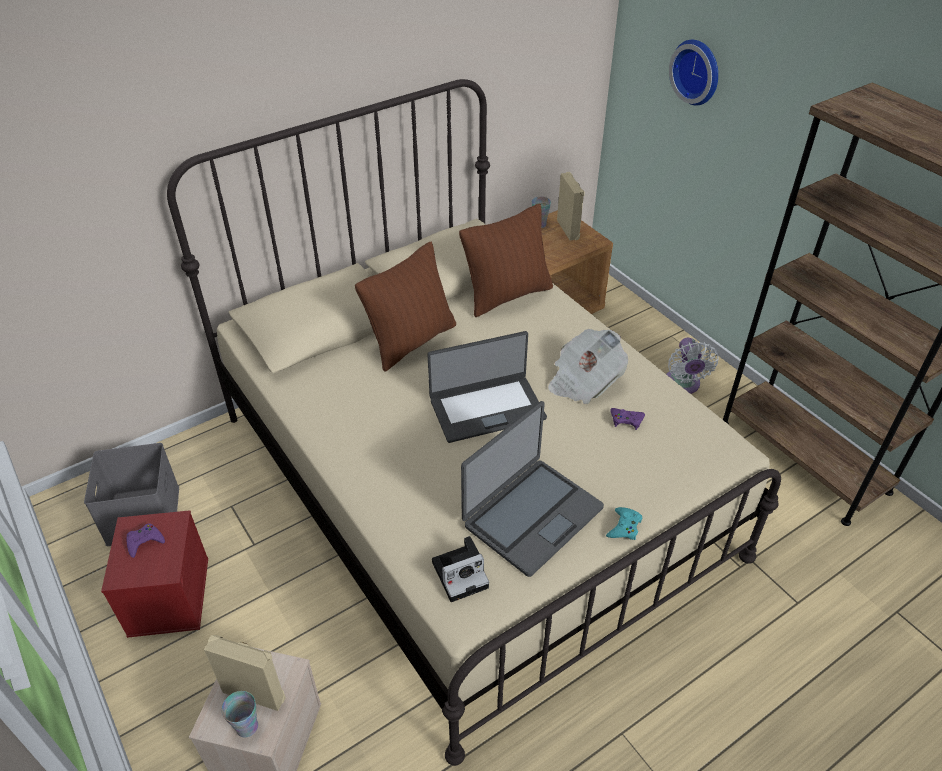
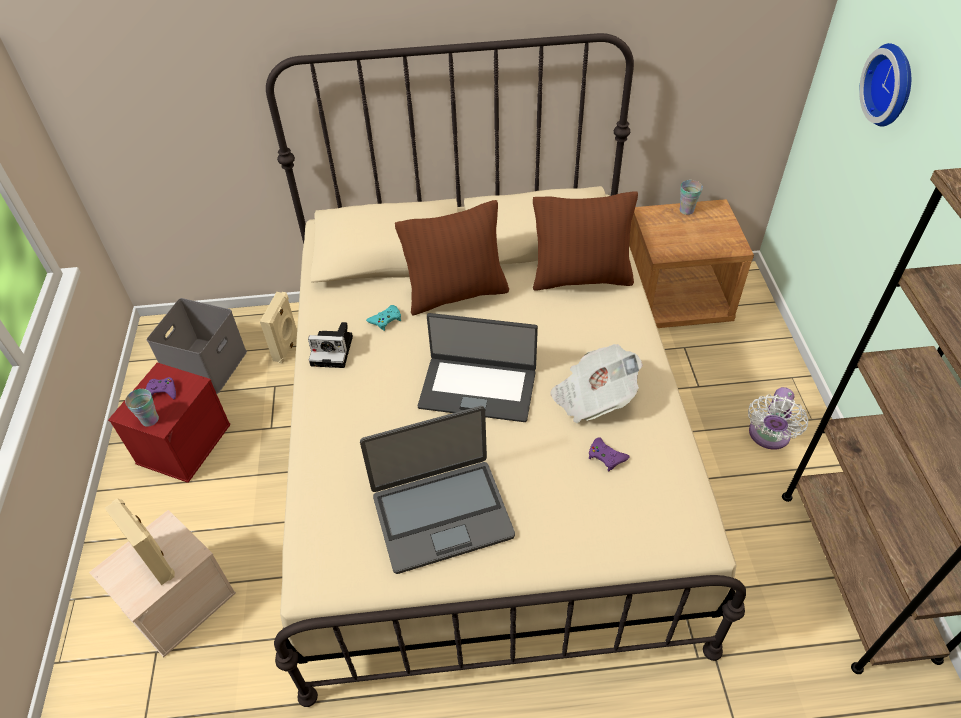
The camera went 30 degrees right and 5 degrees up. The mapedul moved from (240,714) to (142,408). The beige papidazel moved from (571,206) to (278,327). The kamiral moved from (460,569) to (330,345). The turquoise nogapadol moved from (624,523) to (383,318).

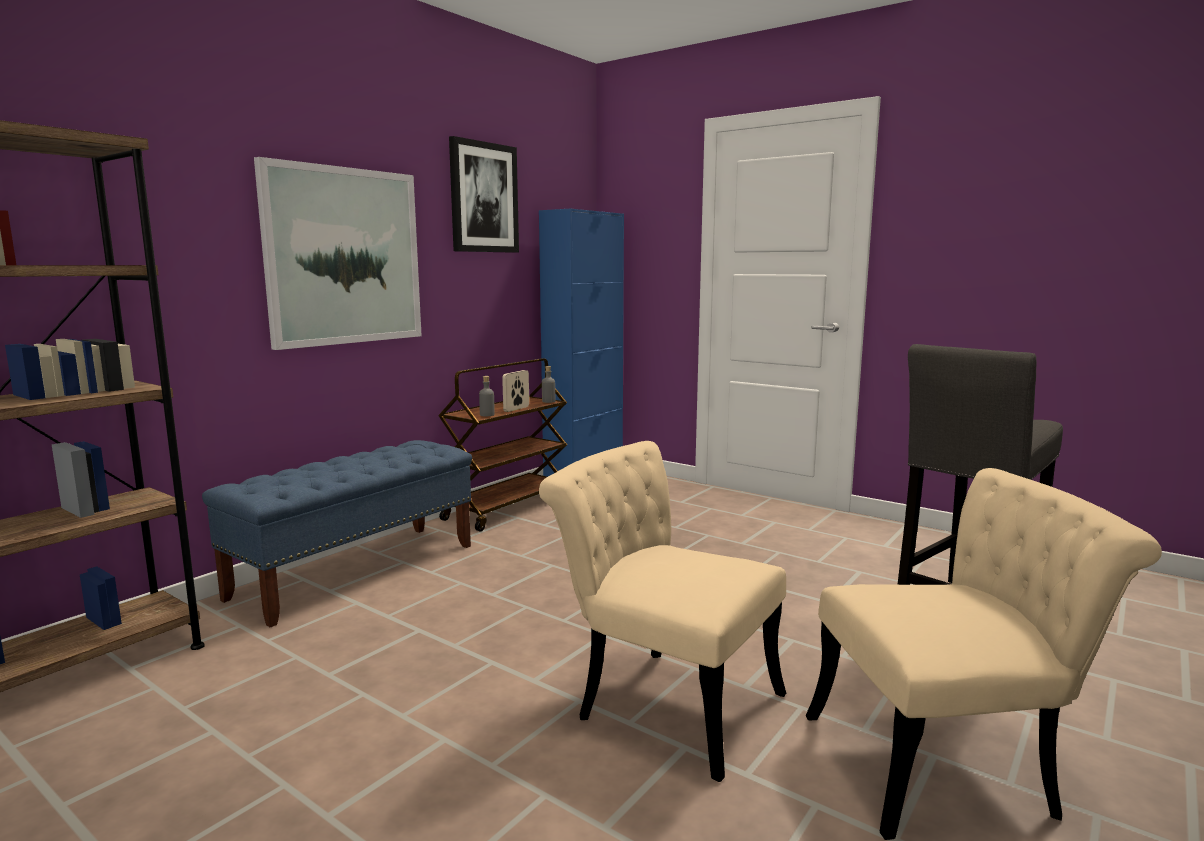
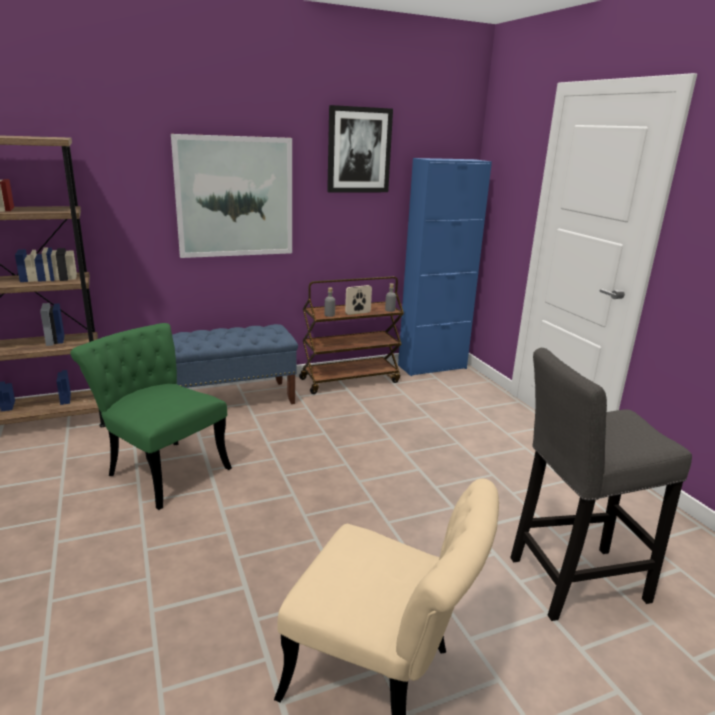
The camera went 30 degrees right and 10 degrees up. The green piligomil at (151,416) appeared. The beige piligomil at (662,611) disappeared.

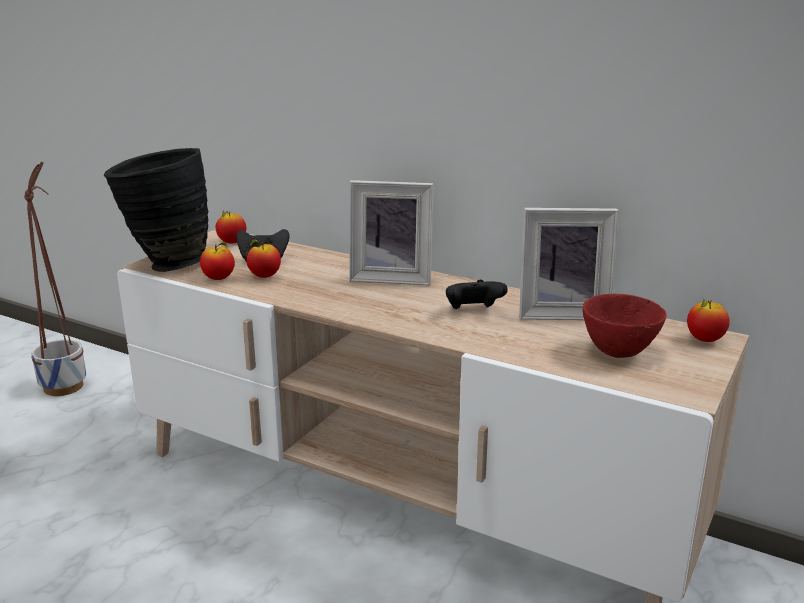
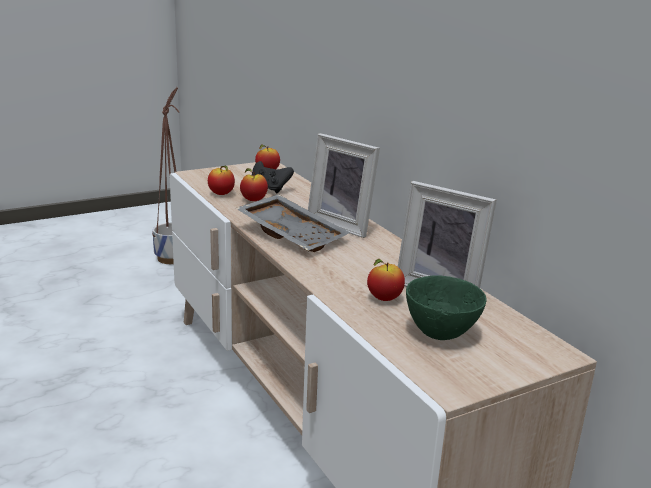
The camera went 30 degrees right and 0 degrees up. The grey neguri at (293,223) appeared. The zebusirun moved from (708,320) to (386,280). The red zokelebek at (624,325) became the green zokelebek at (446,307). The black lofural at (156,210) disappeared. The black nogapadol at (477,294) disappeared.

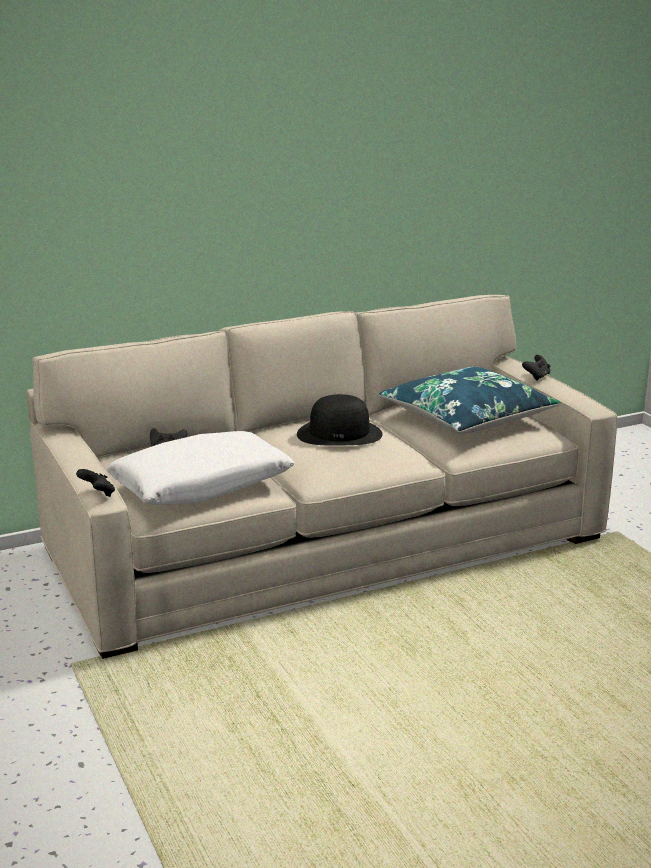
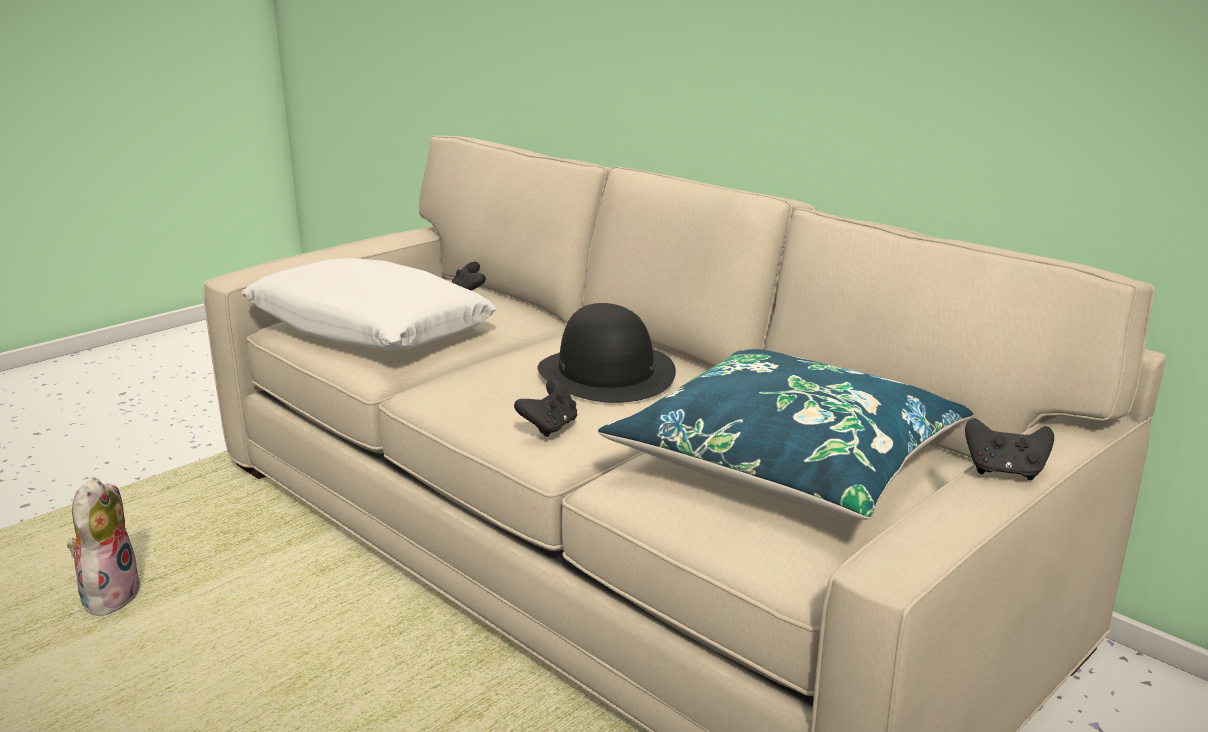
The camera went 70 degrees right and 0 degrees up. The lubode at (103,546) appeared. The black nogapadol moved from (95,483) to (545,408).

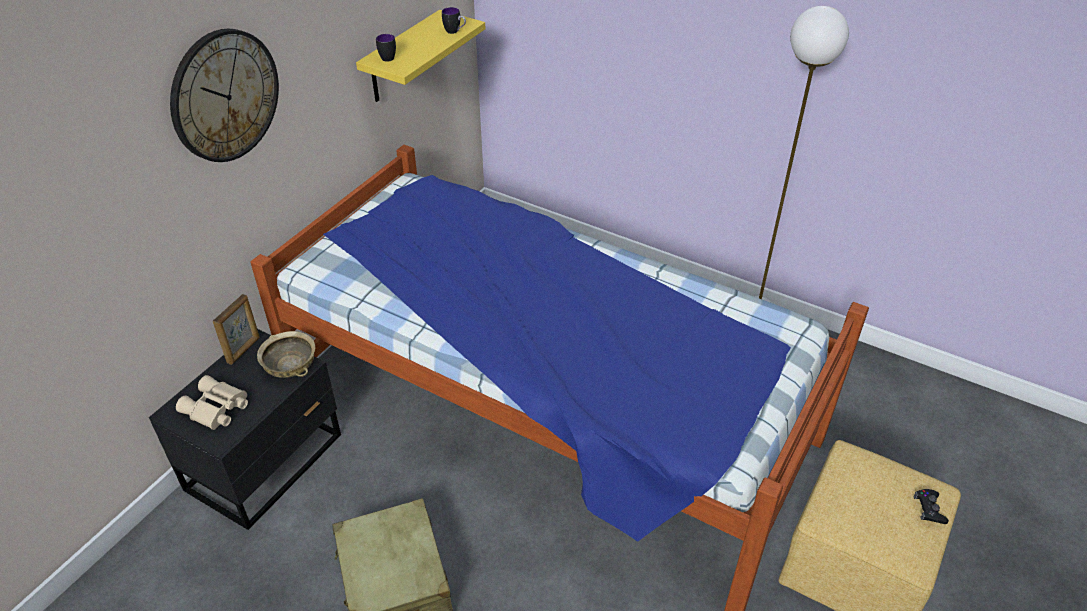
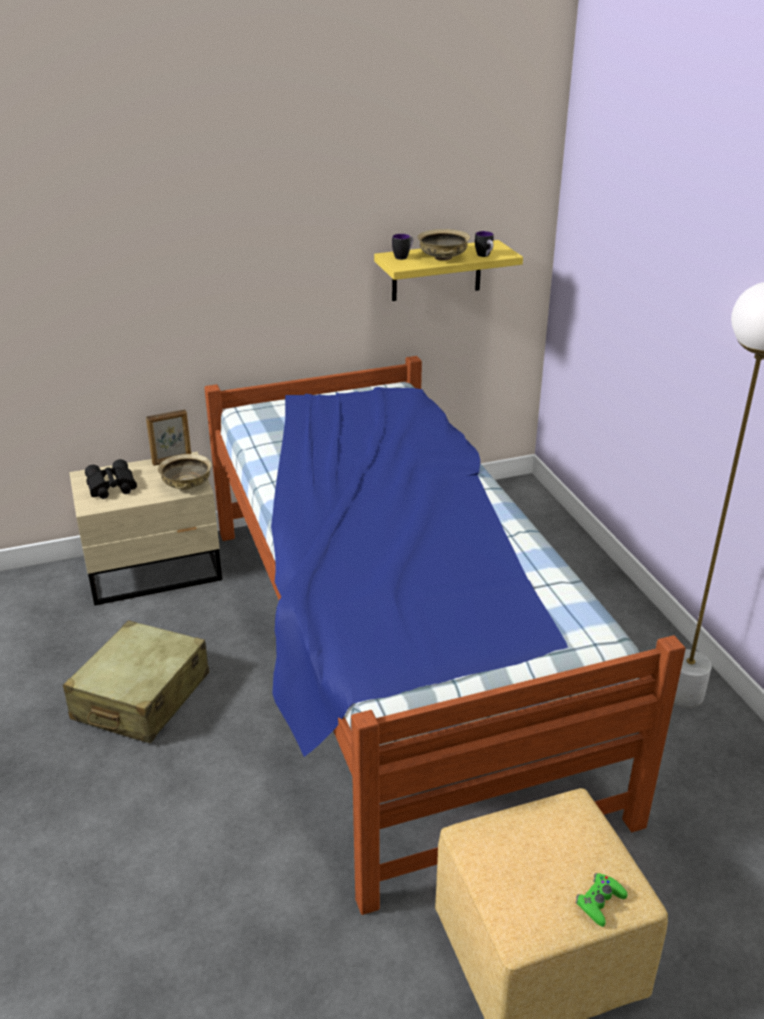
The camera went 40 degrees right and 10 degrees down. The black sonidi at (245,429) became the beige sonidi at (145,529). The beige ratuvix at (212,402) became the black ratuvix at (111,479). The beige zokelebek at (443,245) appeared. The black nogapadol at (931,506) became the green nogapadol at (602,900). The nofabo at (224,95) disappeared.

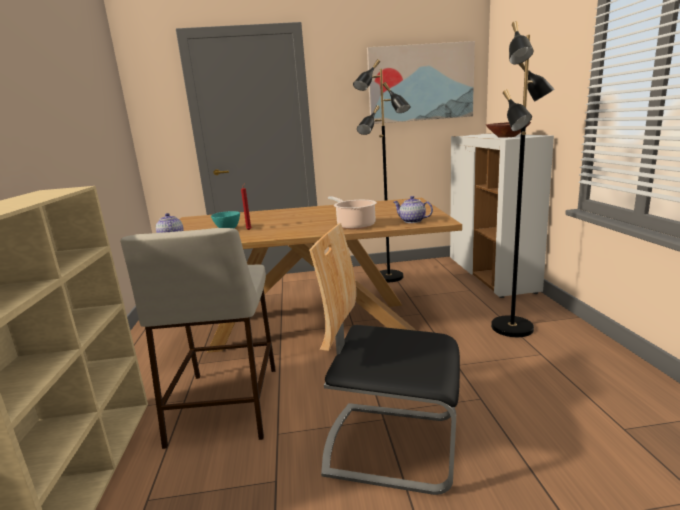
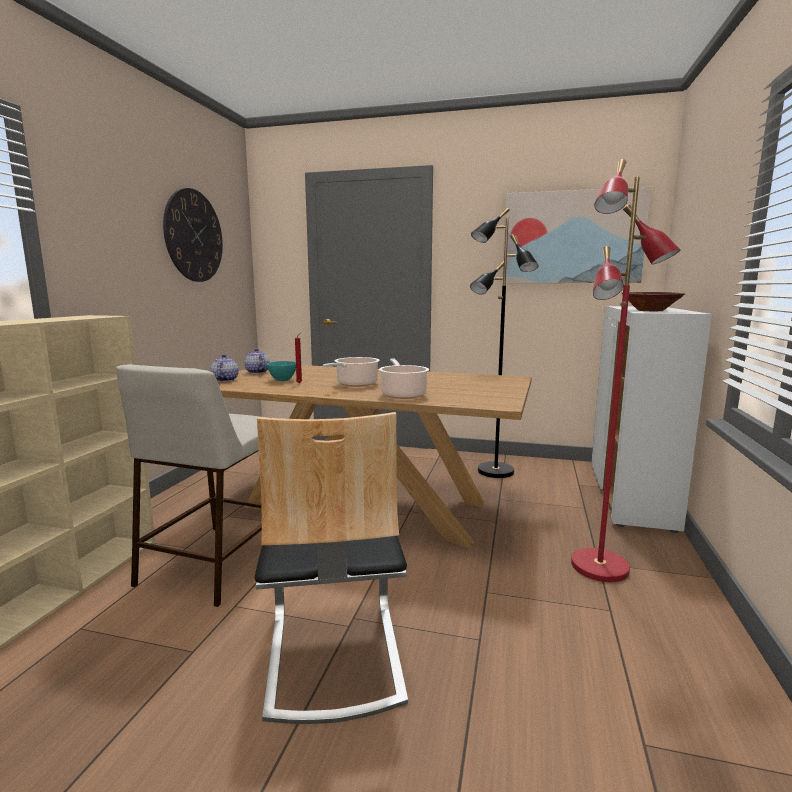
The camera went 20 degrees right and 5 degrees down. The nofabo at (193,235) appeared. The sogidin moved from (413,209) to (257,361). The piligomil at (384,359) turned 135 degrees counterclockwise. The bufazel at (351,372) appeared. The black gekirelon at (523,179) became the red gekirelon at (626,370).

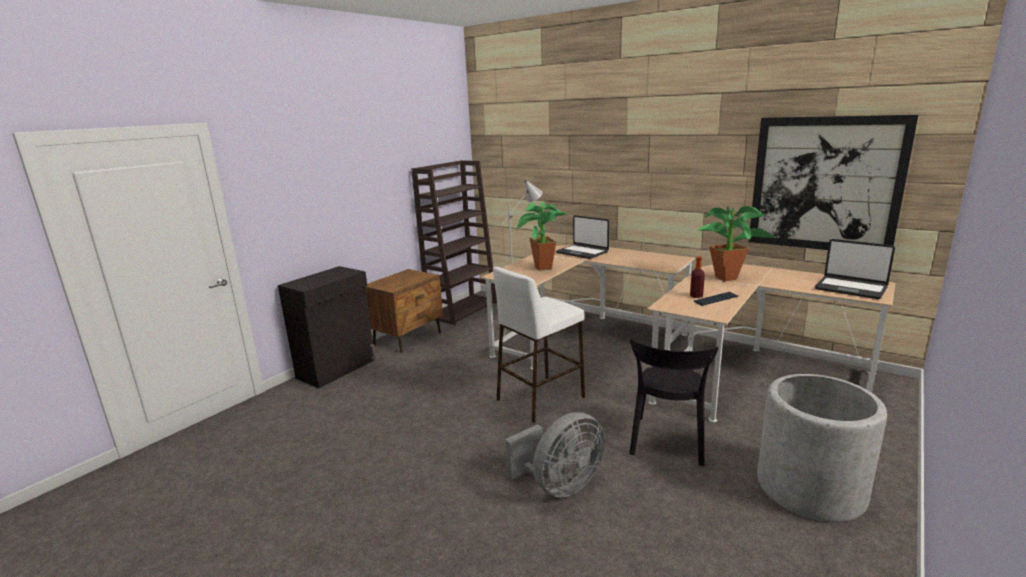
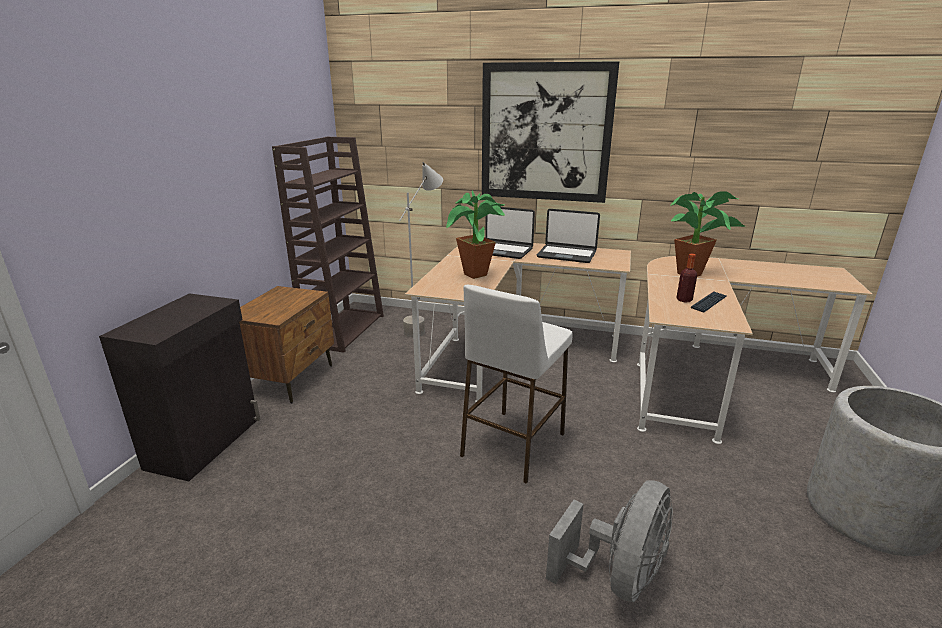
The camera went 20 degrees left and 5 degrees up. The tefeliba moved from (833,182) to (550,132). The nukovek moved from (855,269) to (568,236). The black piligomil at (673,402) disappeared.

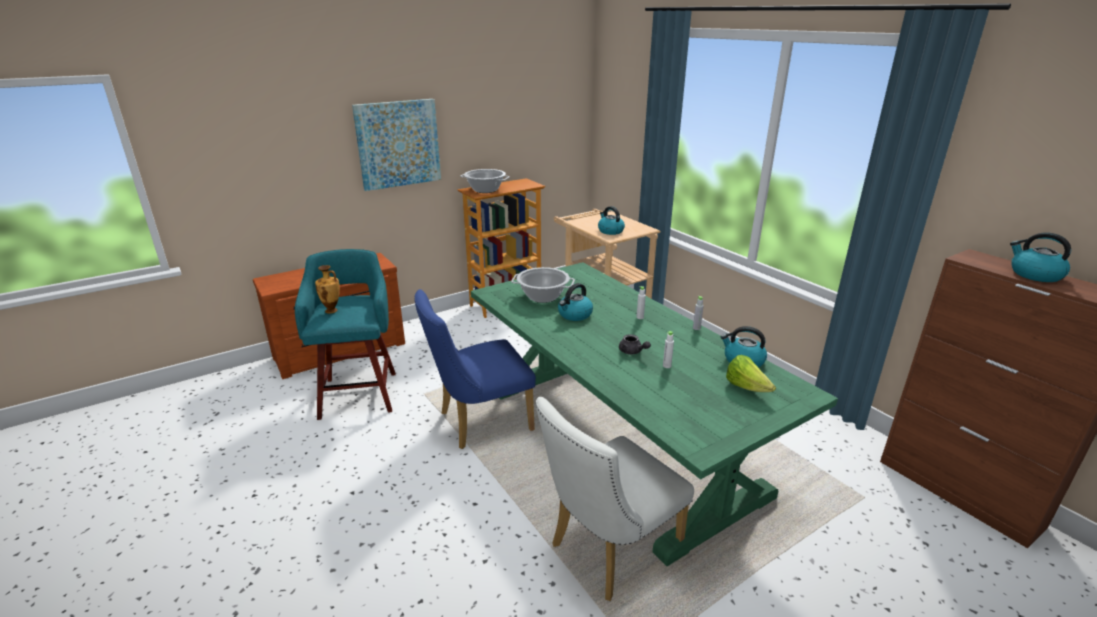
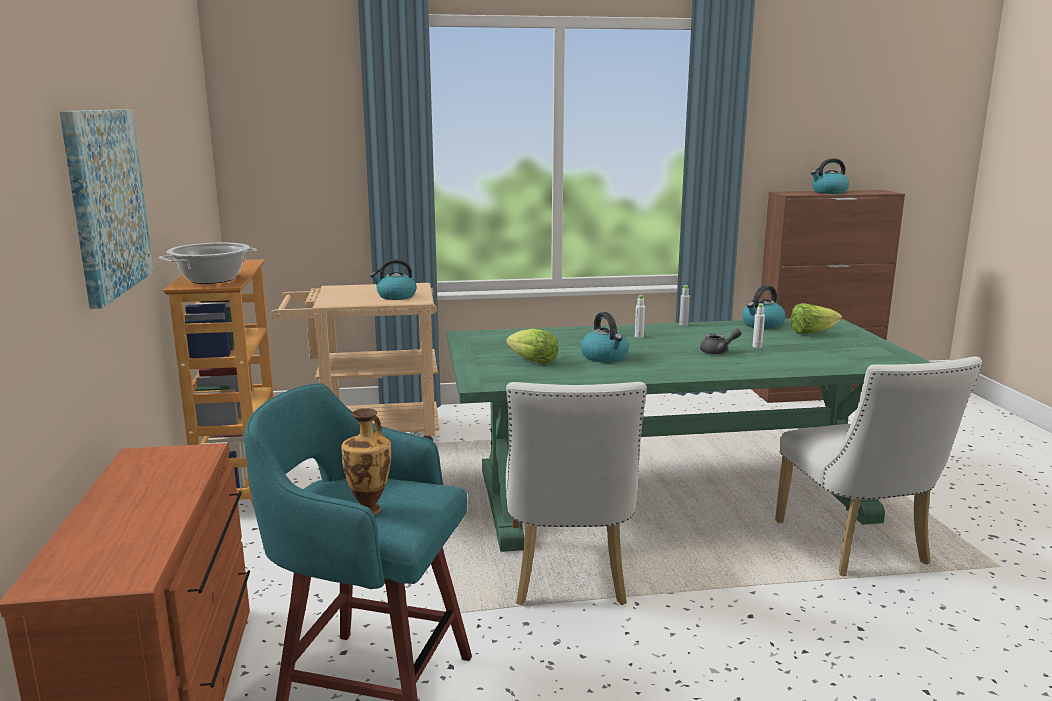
The camera went 65 degrees left and 10 degrees down. The bufazel at (543,285) was replaced by the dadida at (532,346). The blue piligomil at (475,369) became the white piligomil at (576,493).

